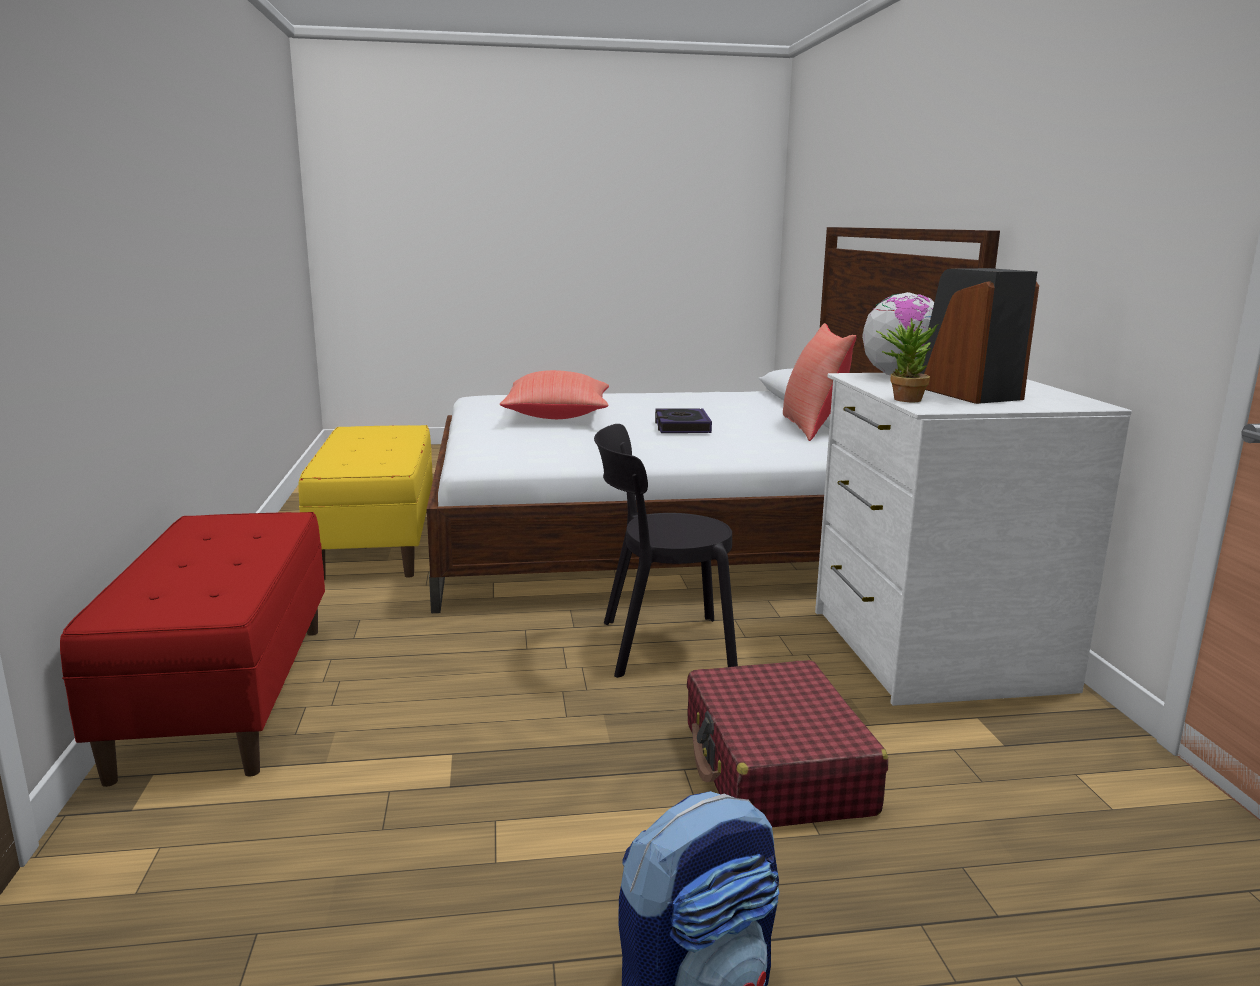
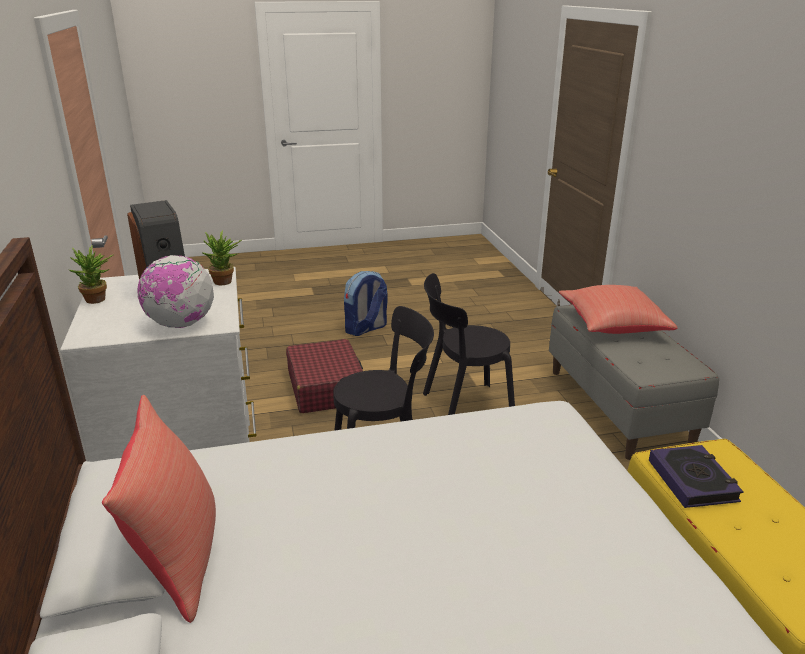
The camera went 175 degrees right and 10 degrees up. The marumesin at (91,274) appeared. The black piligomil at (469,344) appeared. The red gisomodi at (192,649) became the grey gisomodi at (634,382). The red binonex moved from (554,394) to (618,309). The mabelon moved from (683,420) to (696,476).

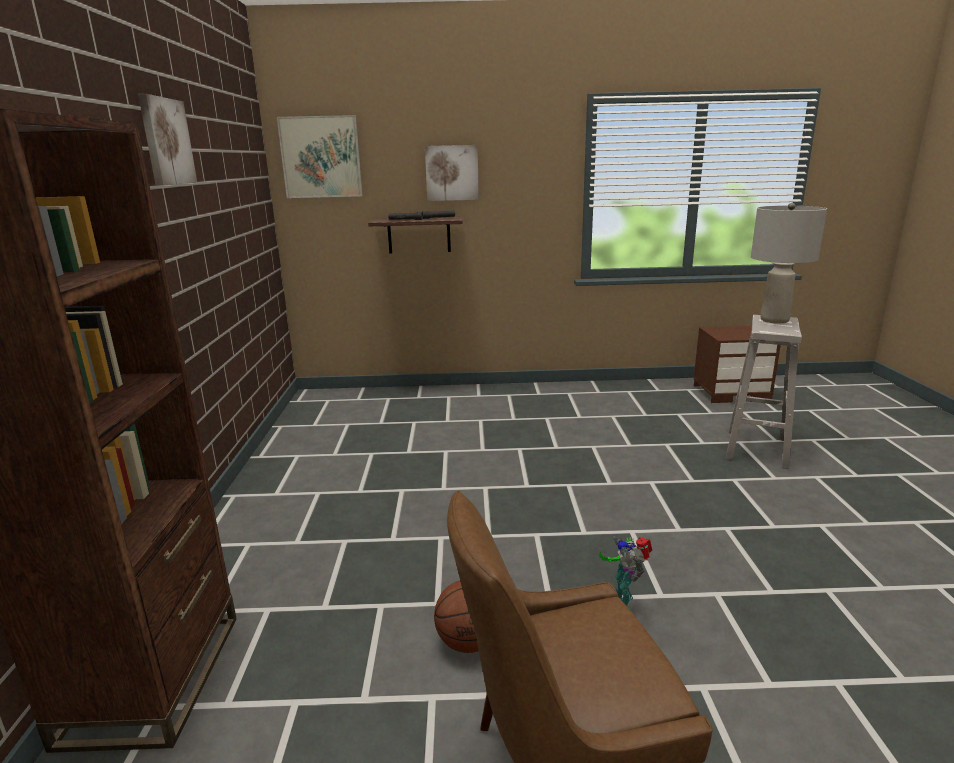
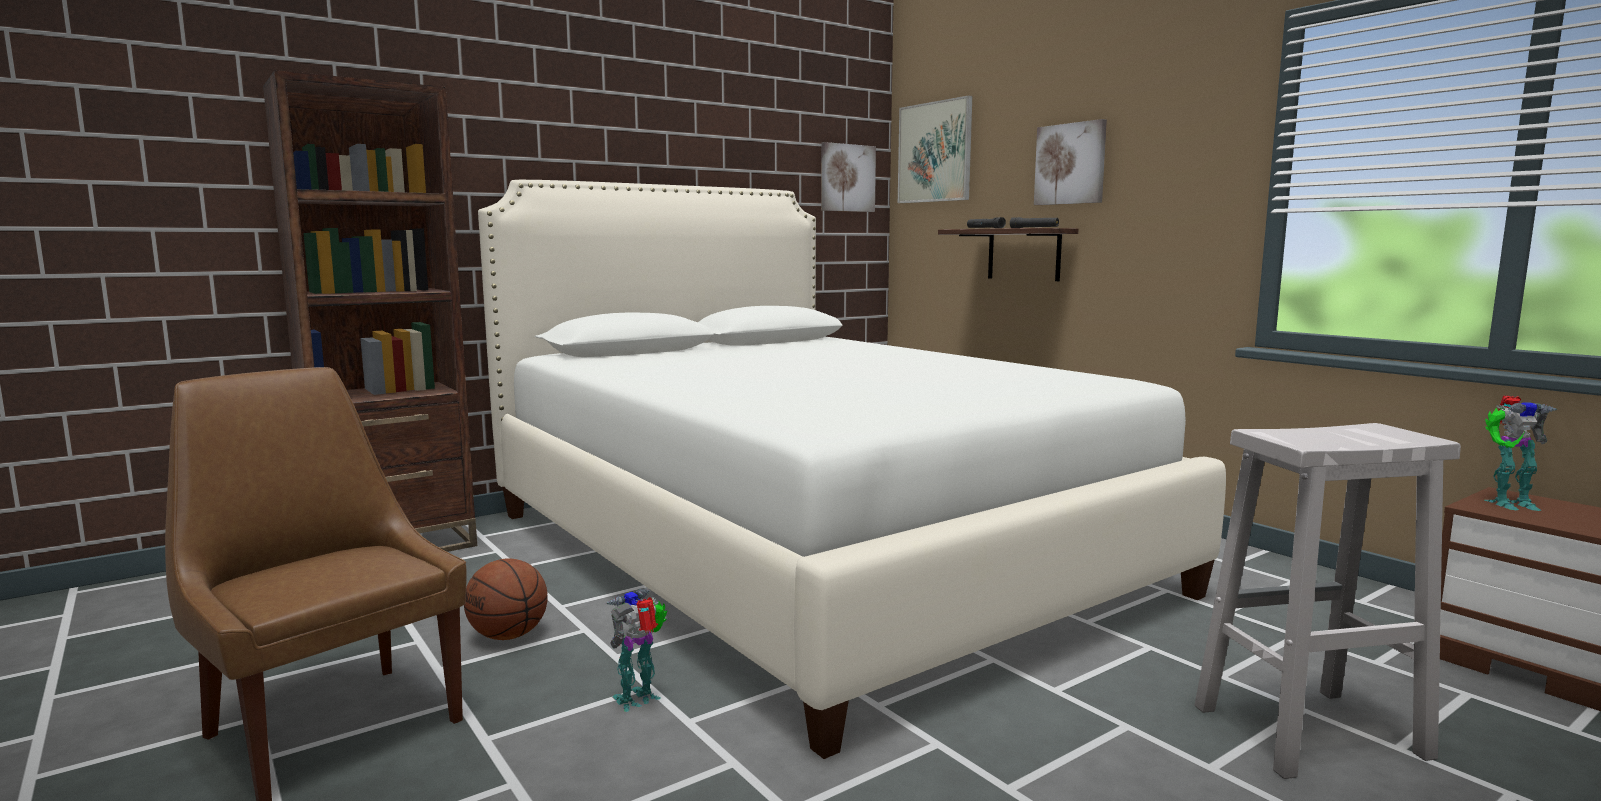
The camera went 55 degrees right and 10 degrees down. The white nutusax at (852,469) appeared. The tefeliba moved from (167,139) to (848,177). The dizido at (1521,453) appeared. The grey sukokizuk at (789,263) disappeared.

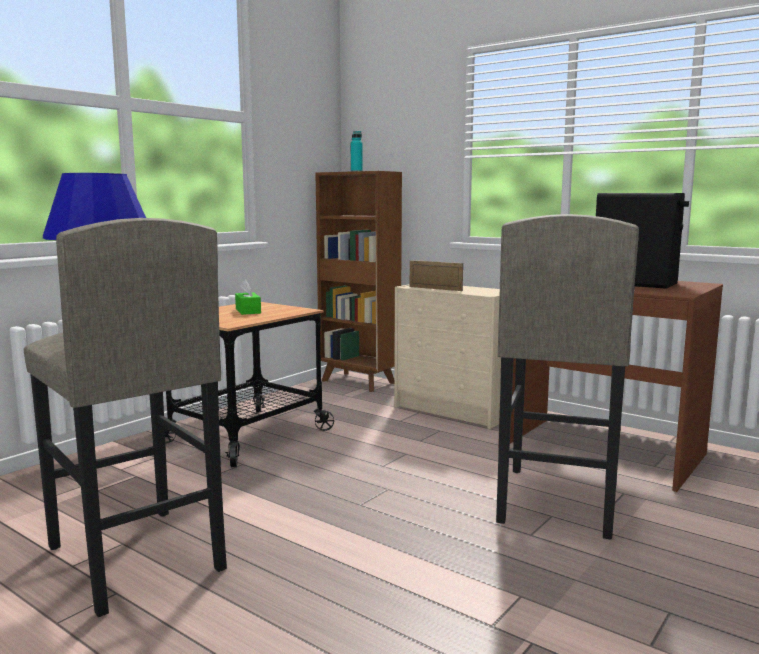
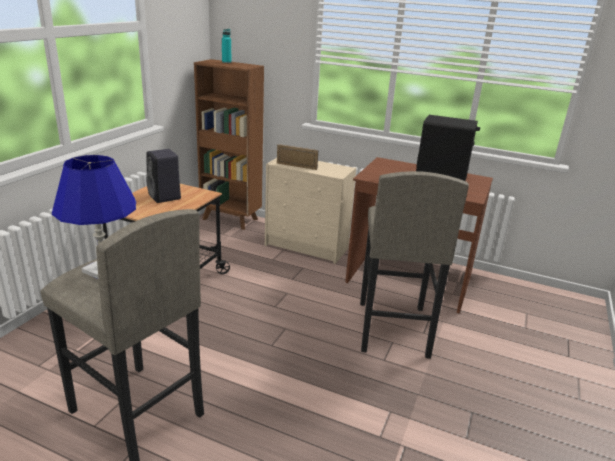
The camera went 15 degrees left and 15 degrees up. The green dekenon at (248,297) was replaced by the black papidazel at (163,176).

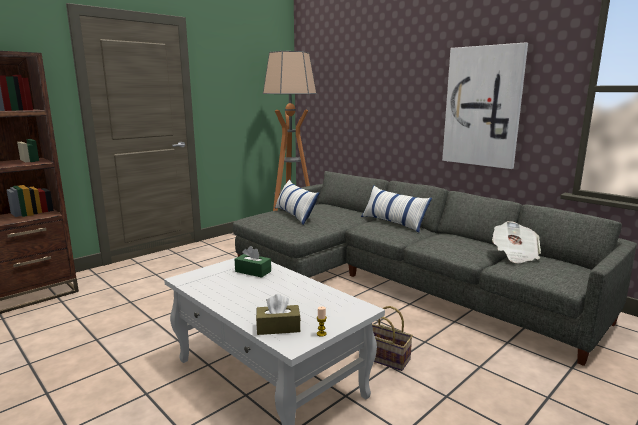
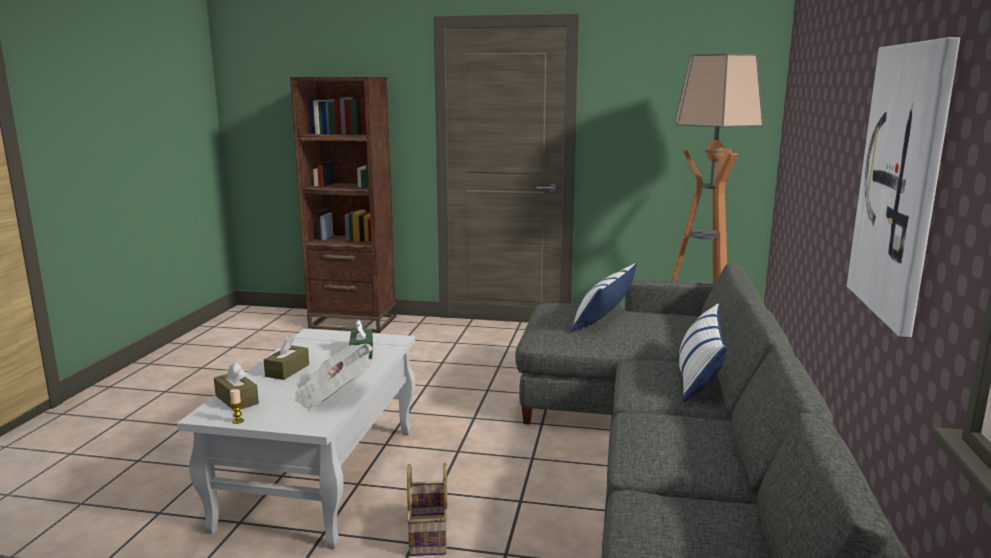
The camera went 55 degrees right and 0 degrees up. The brown dekenon at (286,358) appeared. The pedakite moved from (516,242) to (331,375).

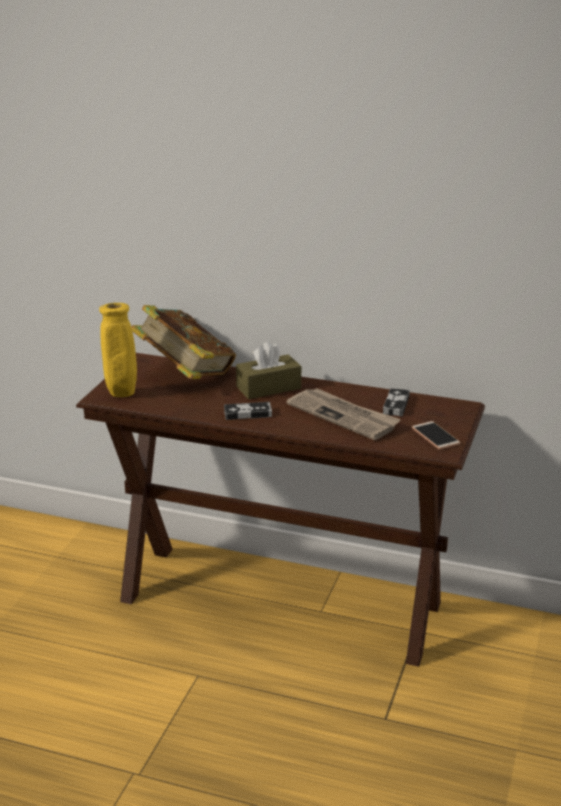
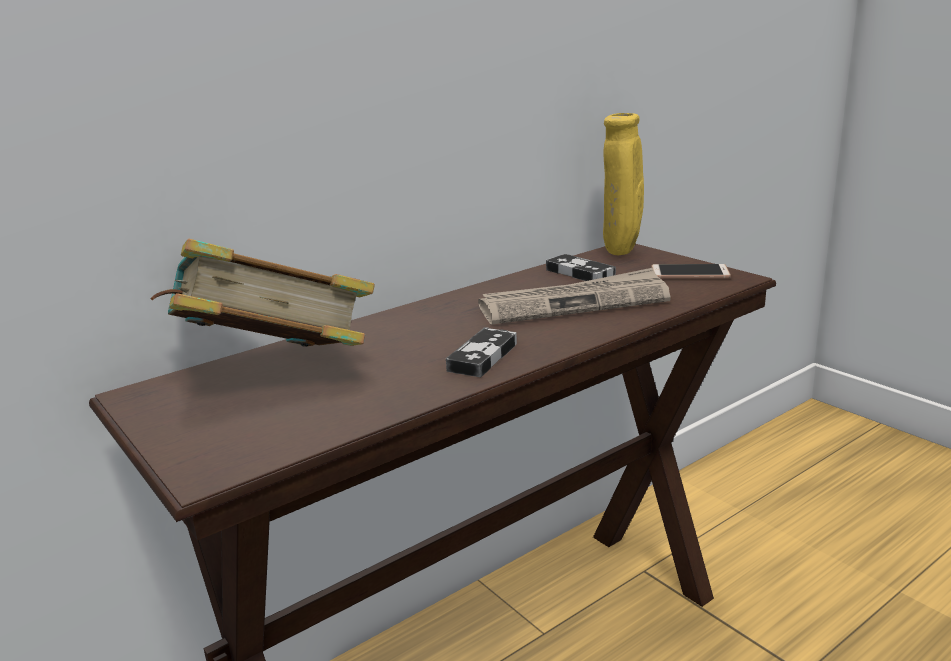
The camera went 55 degrees left and 5 degrees down. The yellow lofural moved from (118,350) to (623,184). The brown dekenon at (268,370) disappeared.

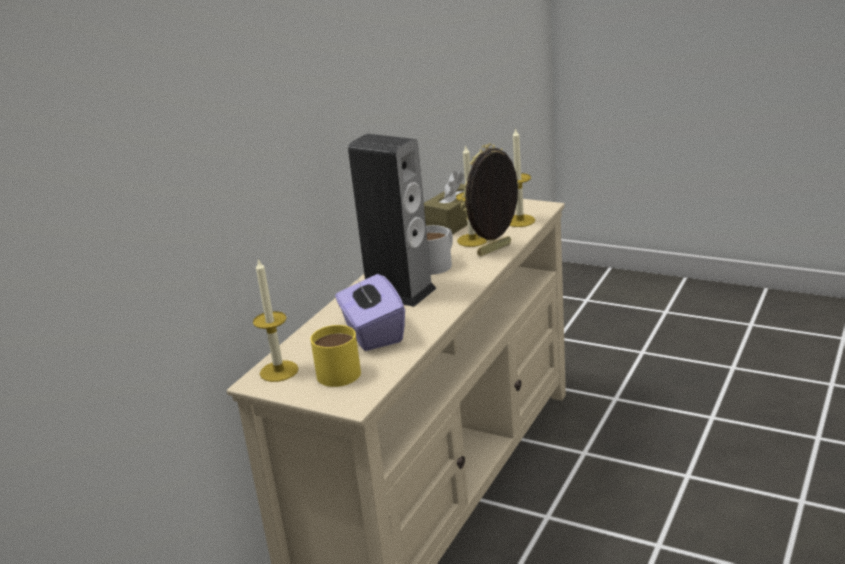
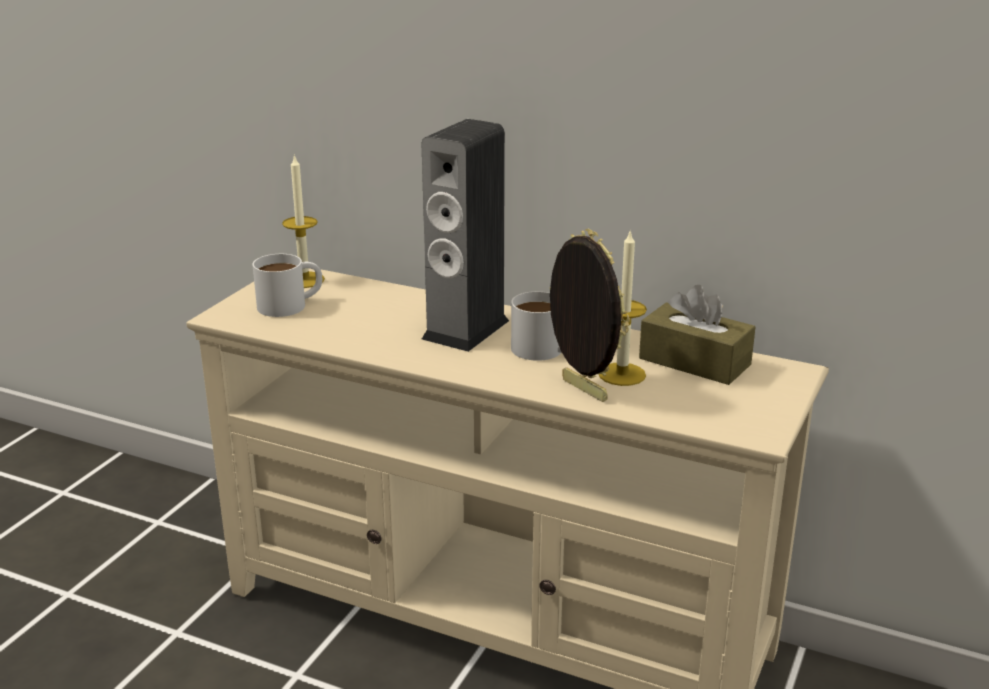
The camera went 85 degrees right and 0 degrees up. The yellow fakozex at (335,356) became the white fakozex at (287,285). The purple dekenon at (370,311) disappeared. The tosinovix at (522,177) disappeared.

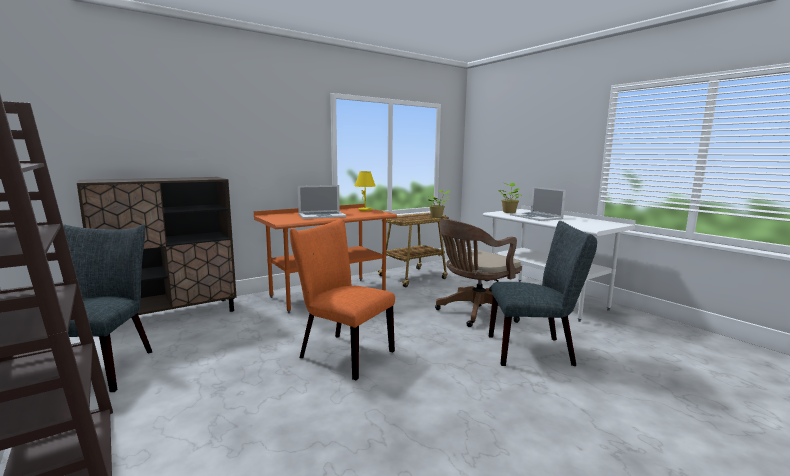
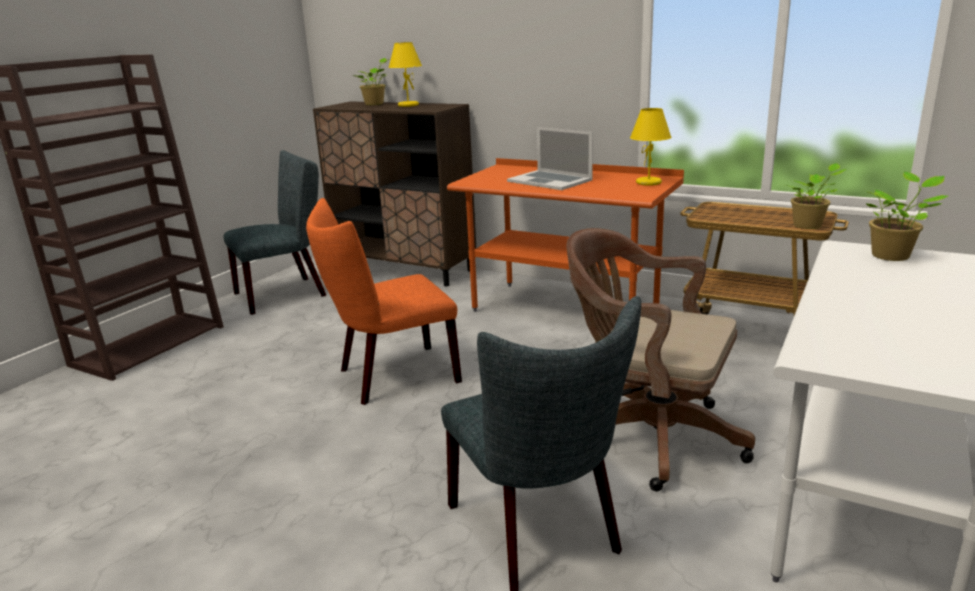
The camera went 65 degrees right and 10 degrees up. The orange piligomil at (342,299) turned 120 degrees counterclockwise. The marumesin at (371,81) appeared. The yellow sukokizuk at (405,74) appeared. The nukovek at (538,204) disappeared.

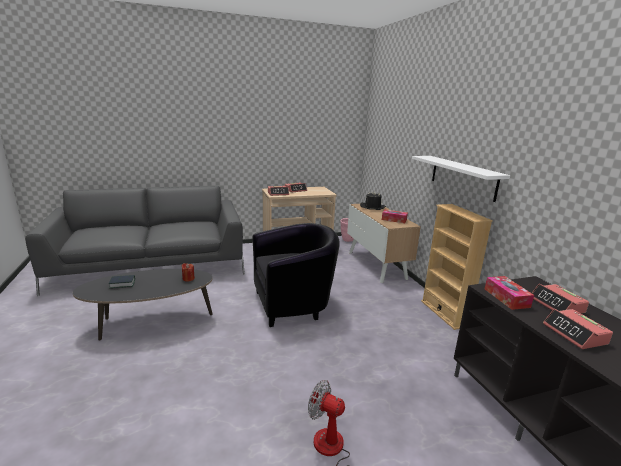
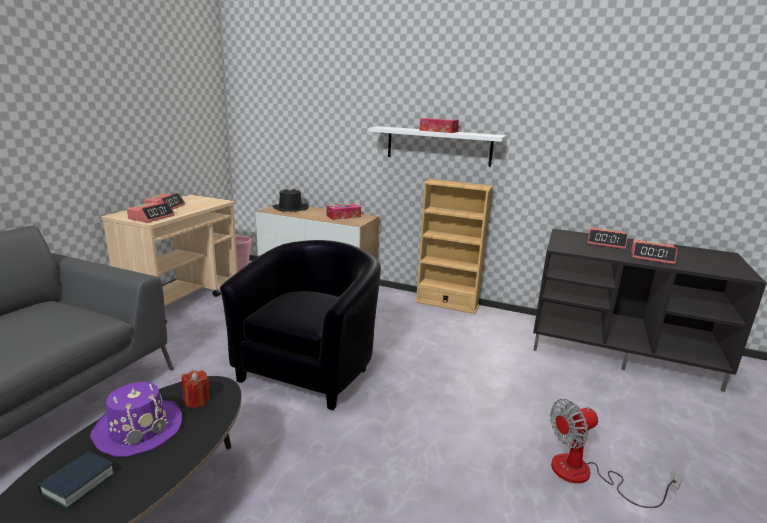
The camera went 50 degrees left and 0 degrees up. The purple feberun at (136,419) appeared. The dekenon moved from (509,293) to (439,125).

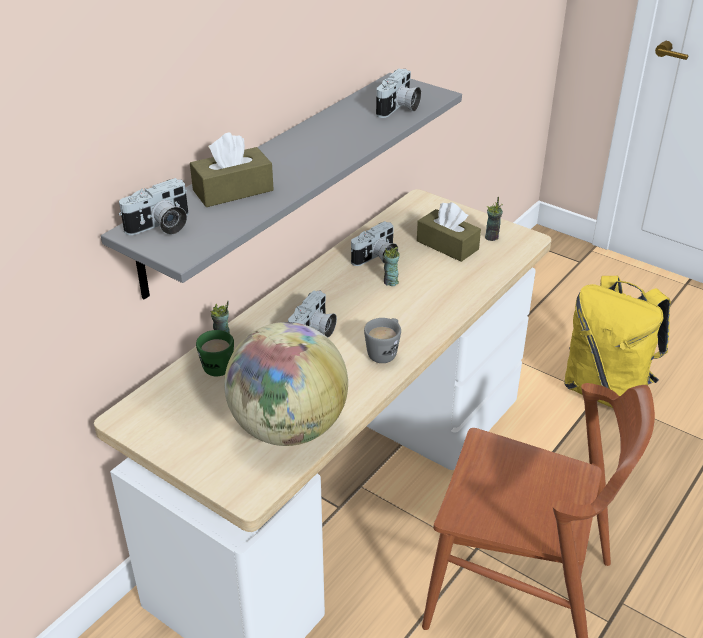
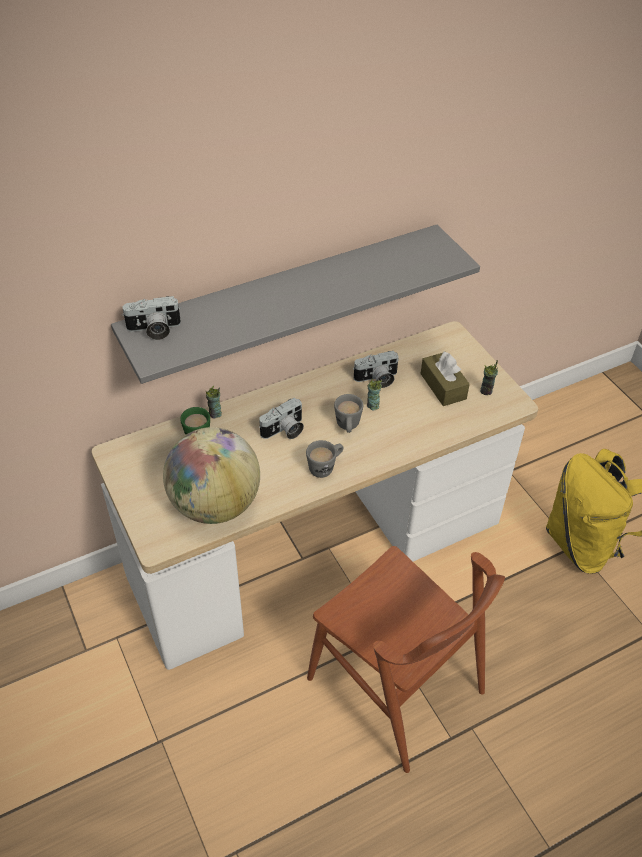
The camera went 25 degrees right and 10 degrees up. The grey fakozex at (348,413) appeared. The brown dekenon at (232,169) disappeared. The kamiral at (398,93) disappeared.

